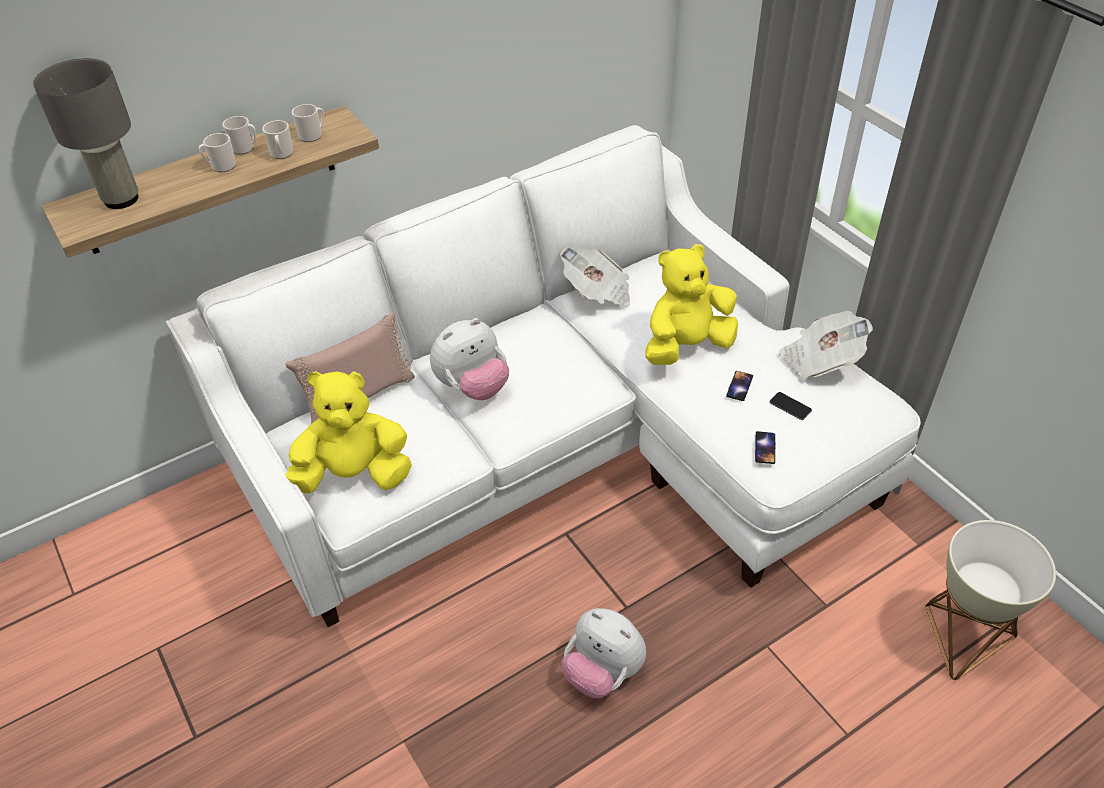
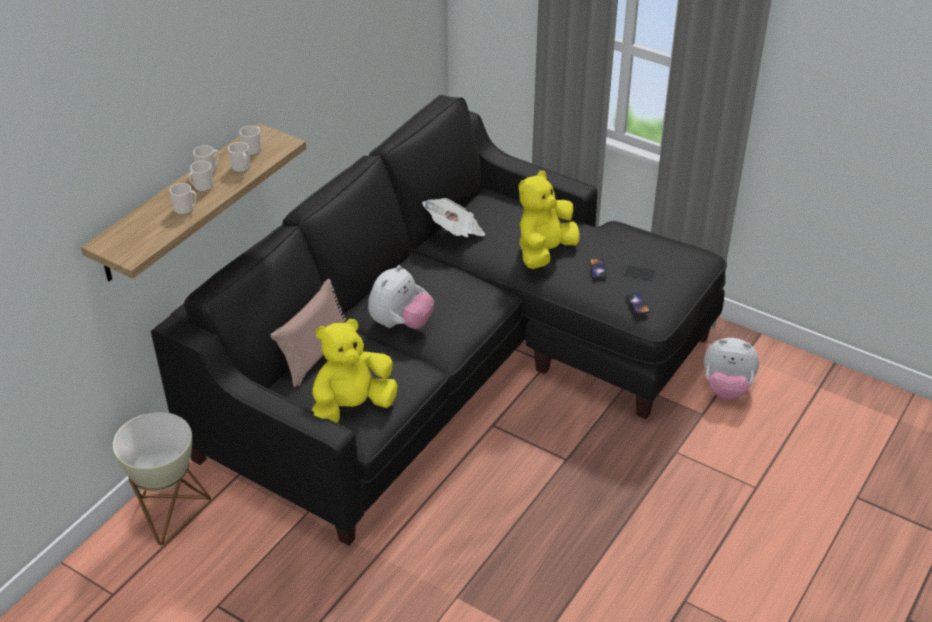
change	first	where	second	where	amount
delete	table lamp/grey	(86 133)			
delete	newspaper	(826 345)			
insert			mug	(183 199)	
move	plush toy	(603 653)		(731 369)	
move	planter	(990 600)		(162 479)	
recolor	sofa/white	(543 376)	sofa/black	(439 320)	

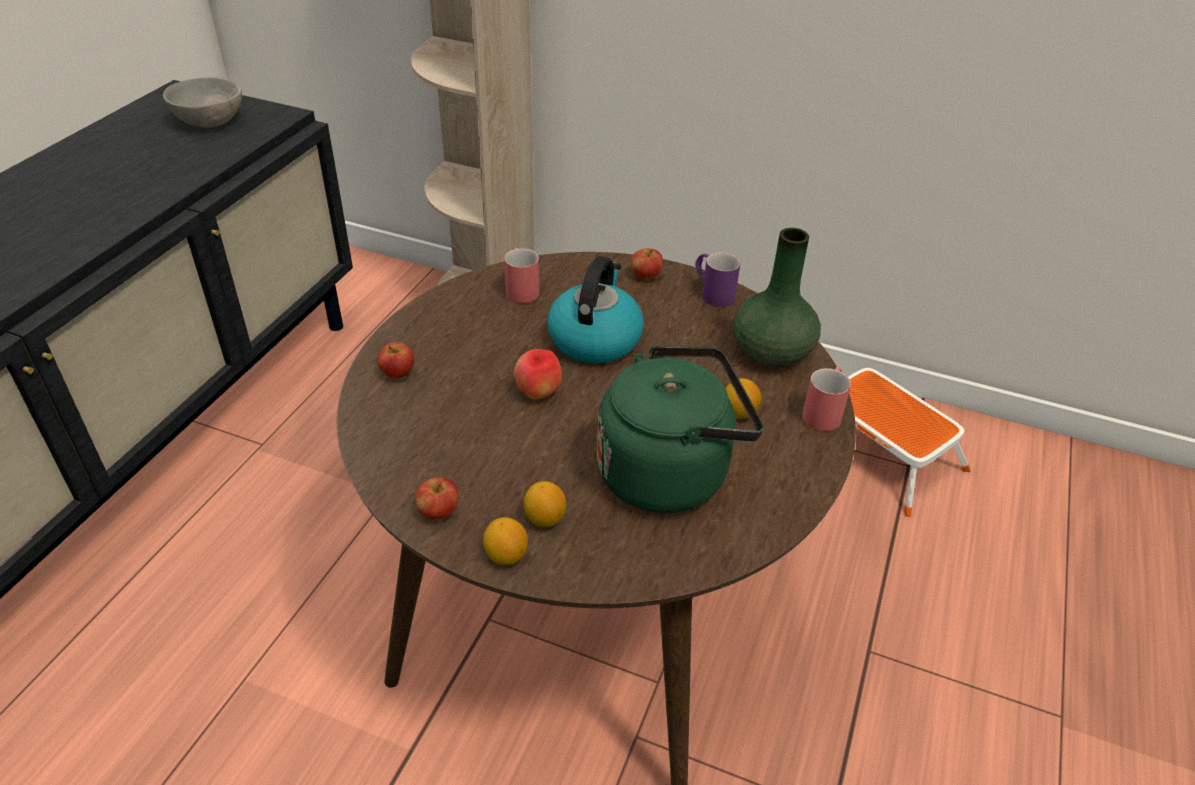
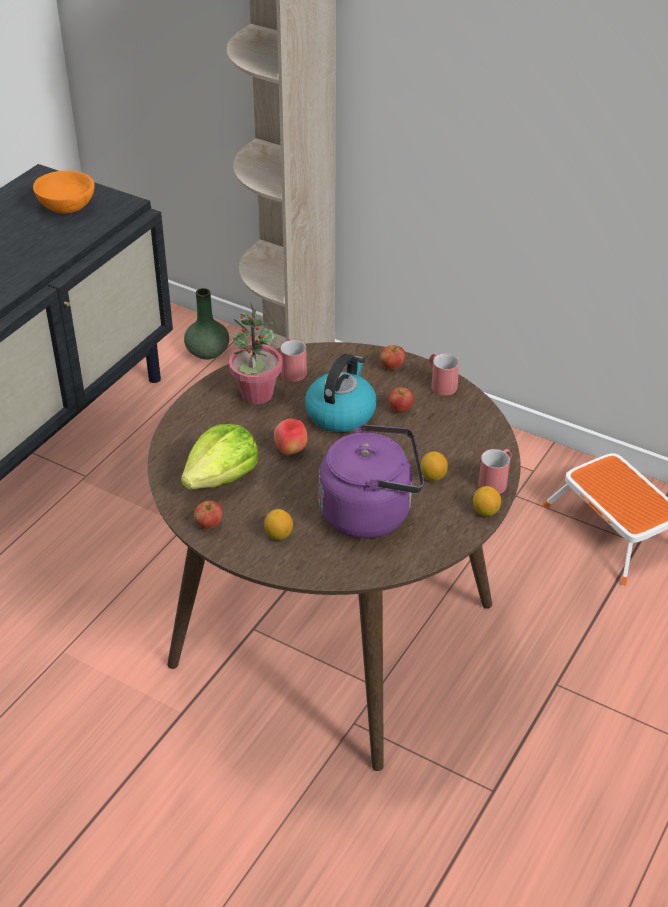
change	first	where	second	where	amount
insert			lettuce	(220 457)	
insert			potted plant	(256 353)	
move	apple	(395 360)		(401 400)	
move	lemon	(505 541)		(487 501)	
move	vase/green	(777 297)		(206 324)	
recolor	bowl/grey	(202 102)	bowl/orange	(64 192)	
recolor	kettle/green	(680 429)	kettle/purple	(371 481)	
recolor	mug/purple	(717 279)	mug/red	(444 374)	

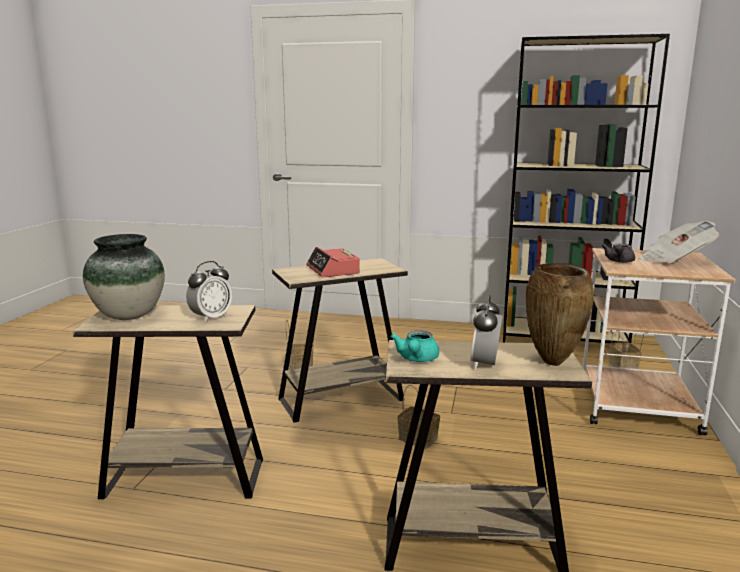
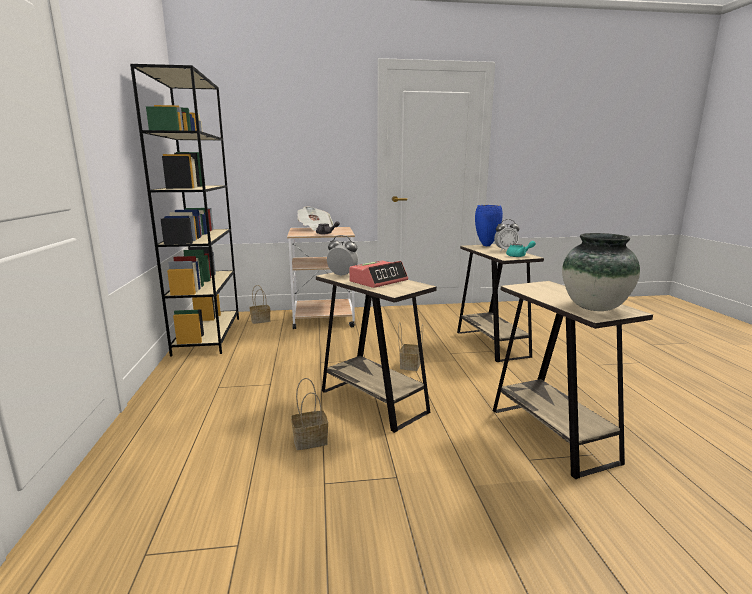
change	first	where	second	where	amount
move	alarm clock	(209 292)		(342 255)	
recolor	vase/brown	(560 314)	vase/blue	(489 225)	

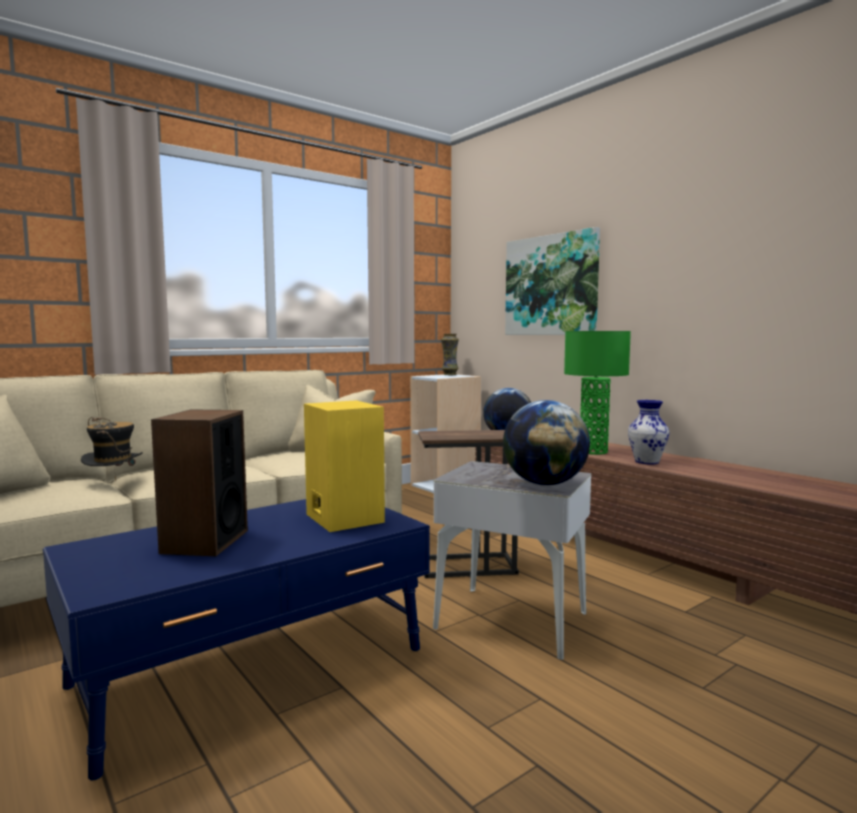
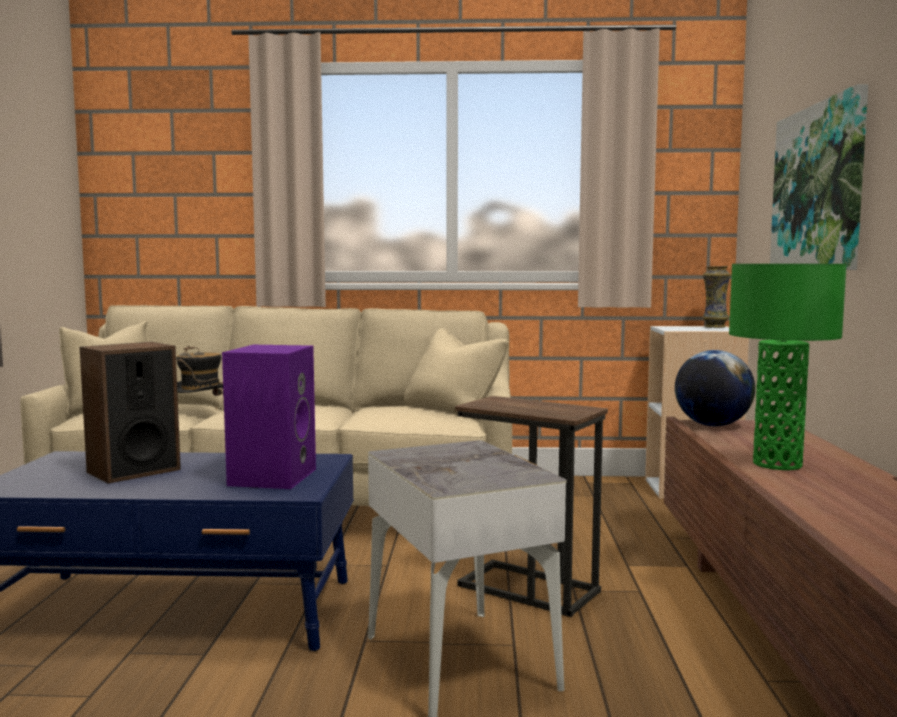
change	first	where	second	where	amount
delete	globe	(546 443)			
delete	vase	(648 432)			
recolor	speaker/yellow	(344 466)	speaker/purple	(269 417)	

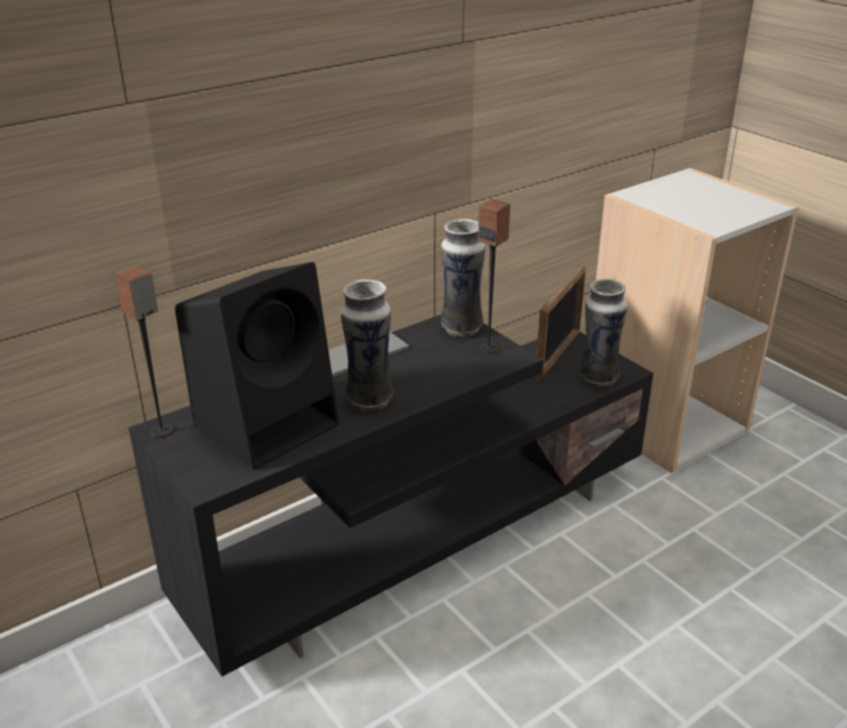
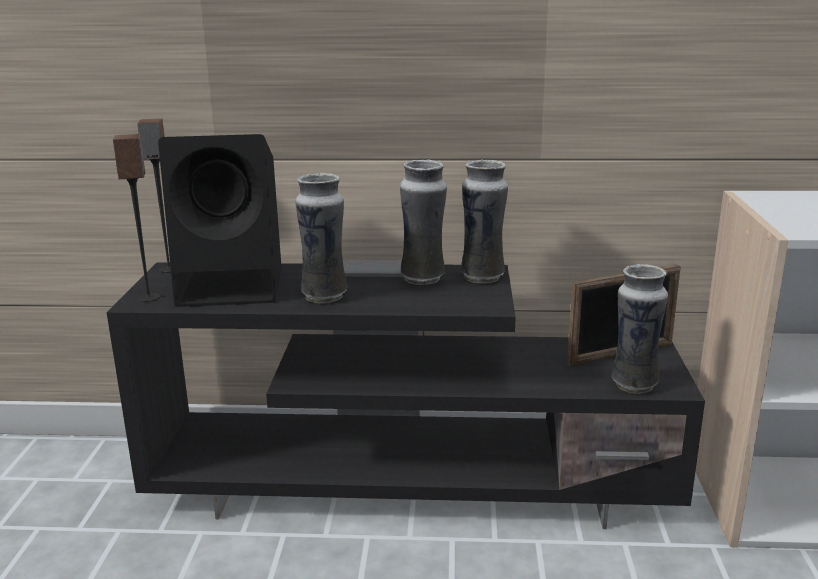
change	first	where	second	where	amount
insert			vase	(423 222)	
move	speaker	(494 276)		(136 218)	

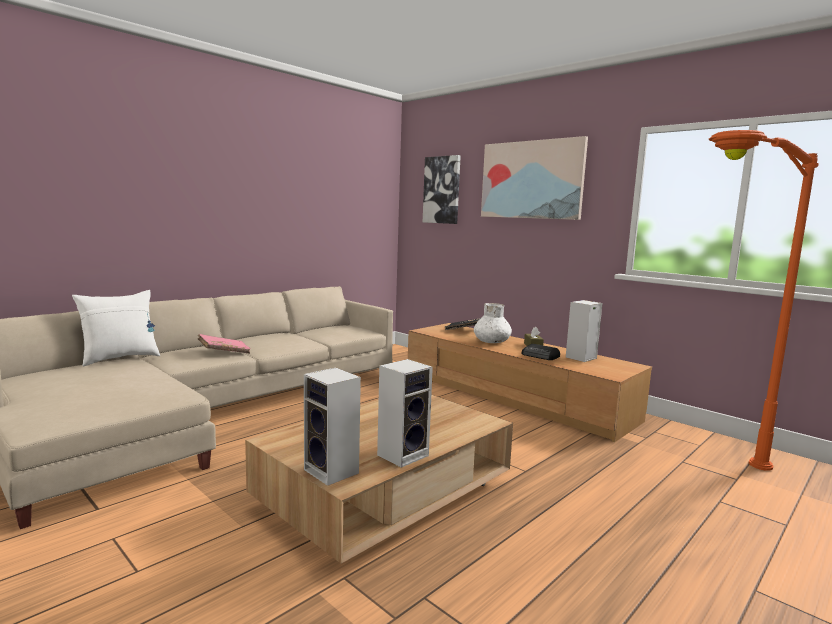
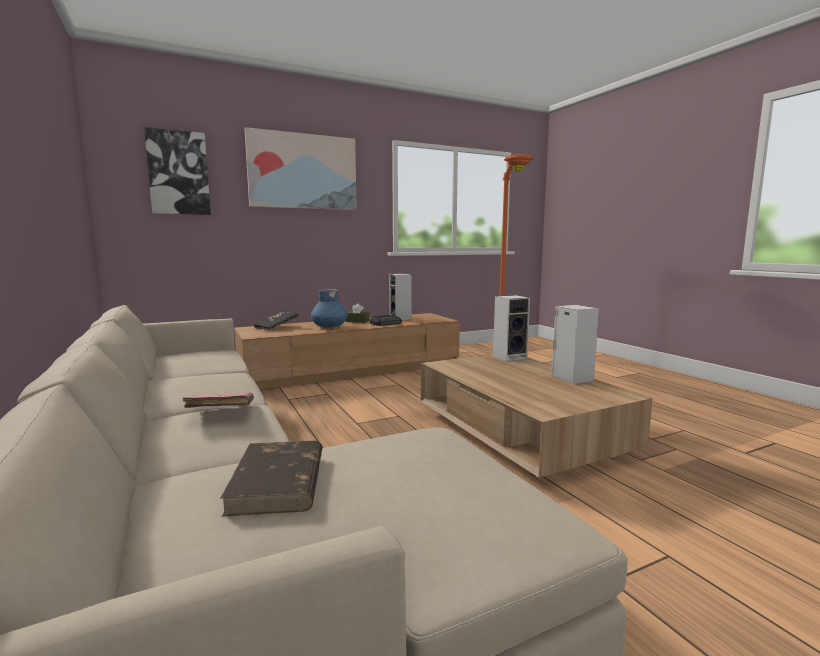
change	first	where	second	where	amount
delete	pillow/white	(116 328)			
insert			book/brown	(271 479)	
move	speaker	(332 426)		(511 328)	
recolor	vase/white	(493 323)	vase/blue	(329 308)	

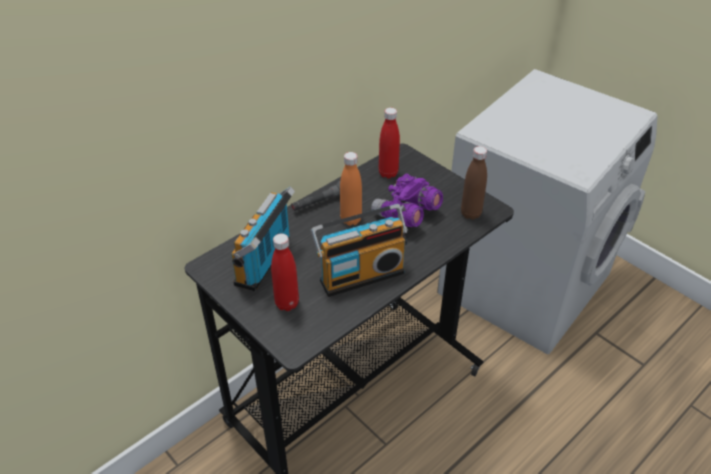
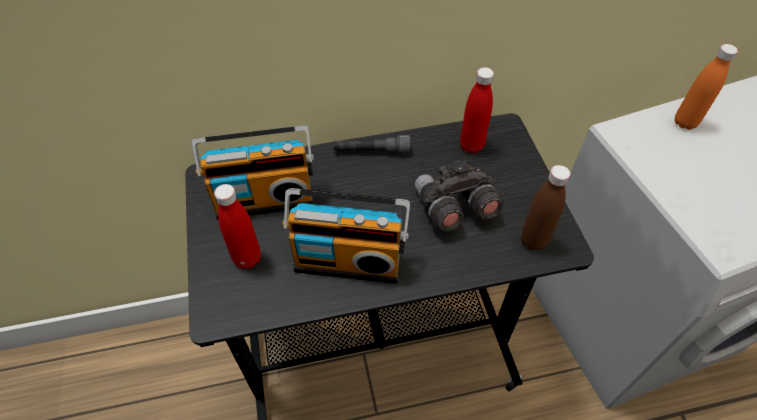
change	first	where	second	where	amount
move	bottle/orange	(351 189)		(706 87)	
recolor	binoculars/purple	(407 200)	binoculars/grey	(459 195)	
rotate	radio	(263 238)		(253 172)	150 degrees counterclockwise

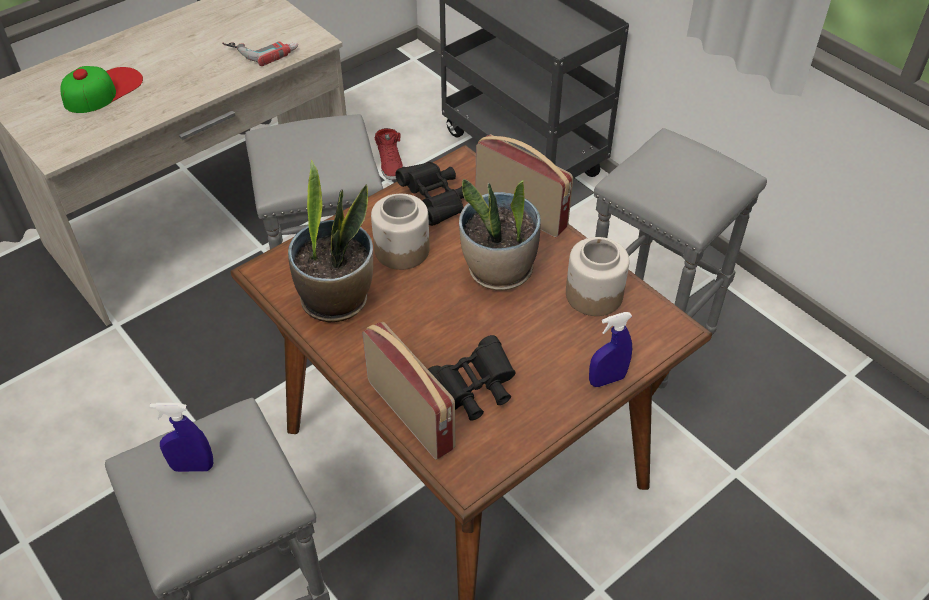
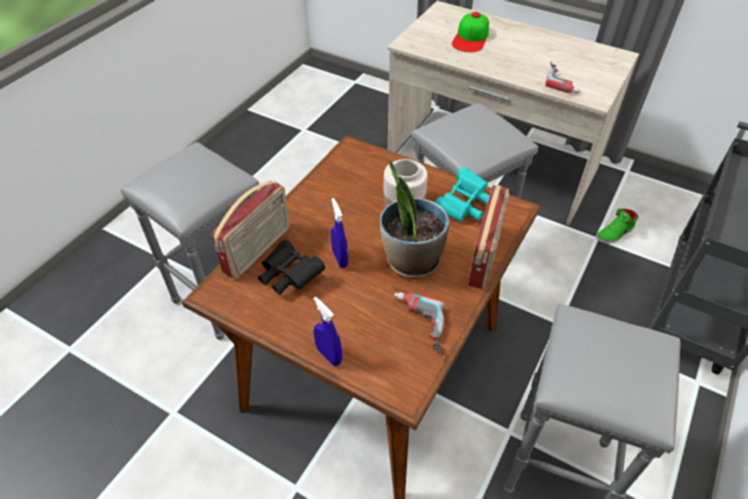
change	first	where	second	where	amount
delete	potted plant	(330 241)			
move	spray bottle/blue	(182 437)		(339 233)	
replace	jar	(597 276)	power drill	(419 324)	
recolor	shoe/red	(388 154)	shoe/green	(617 225)	
recolor	binoculars/black	(429 194)	binoculars/turquoise	(462 194)	
rotate	cap	(101 89)		(470 32)	90 degrees clockwise

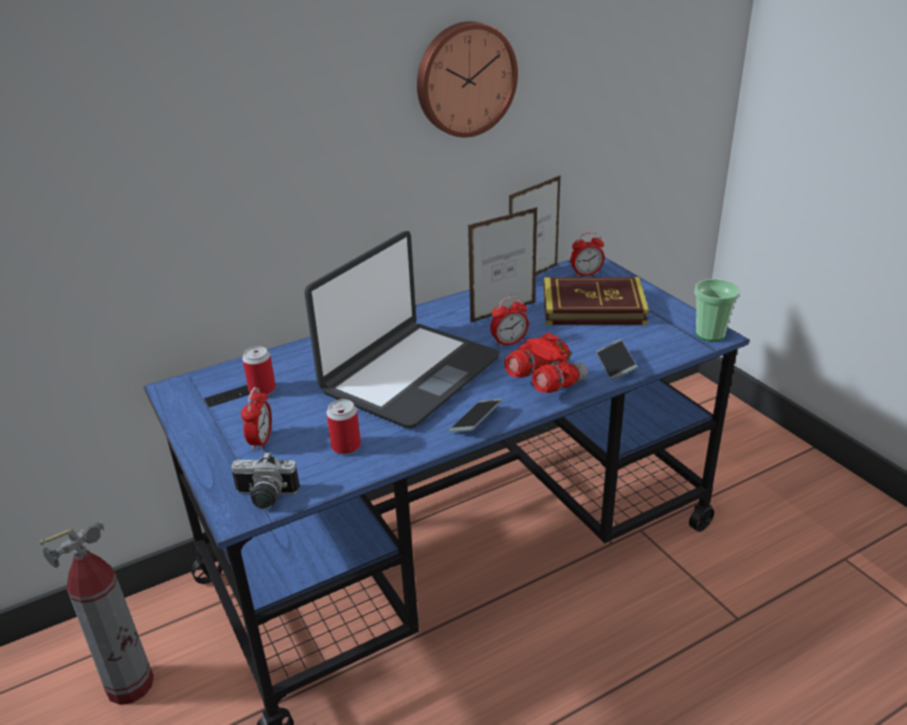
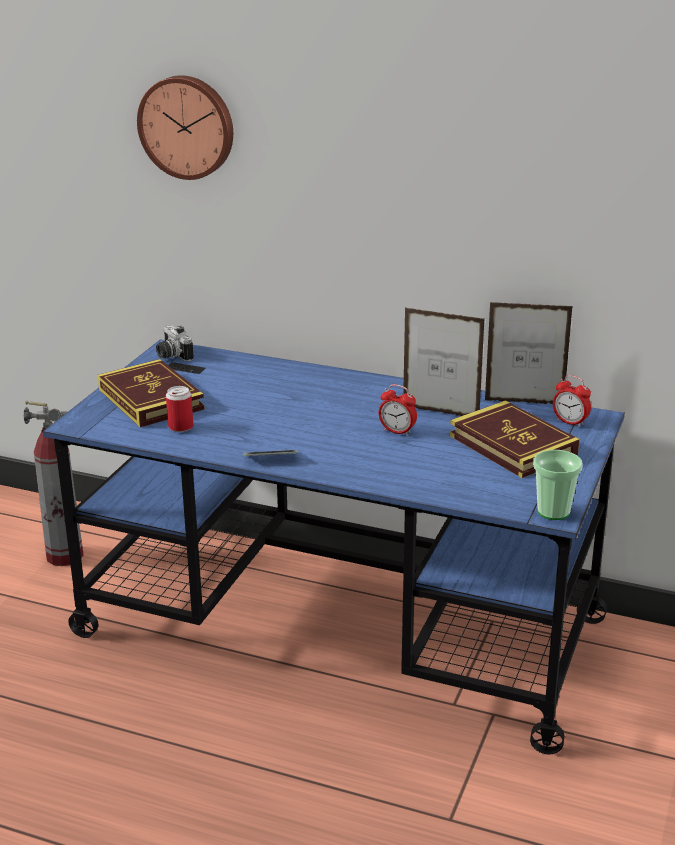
change	first	where	second	where	amount
delete	can	(259 370)			
delete	laptop	(402 329)			
delete	binoculars/red	(546 363)			
delete	phone	(617 359)			
move	photo camera	(265 480)		(175 343)	
move	wall clock	(467 79)		(185 127)	
replace	alarm clock	(256 419)	book	(151 393)	

